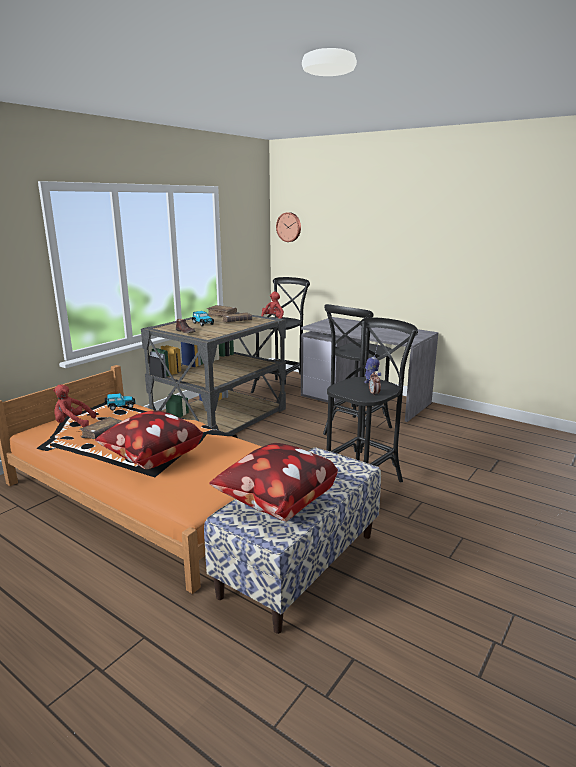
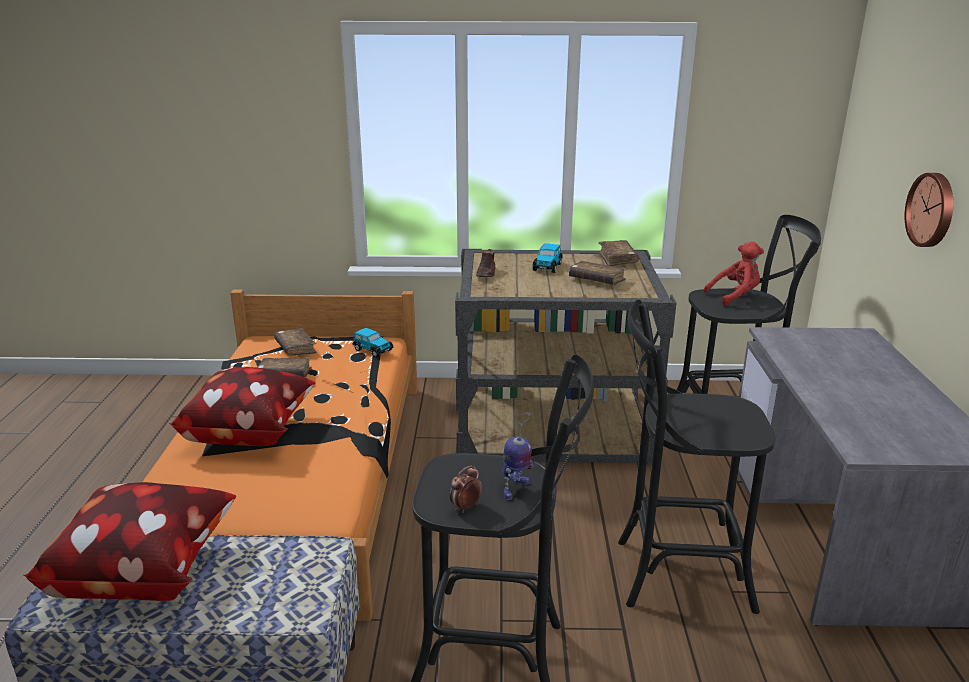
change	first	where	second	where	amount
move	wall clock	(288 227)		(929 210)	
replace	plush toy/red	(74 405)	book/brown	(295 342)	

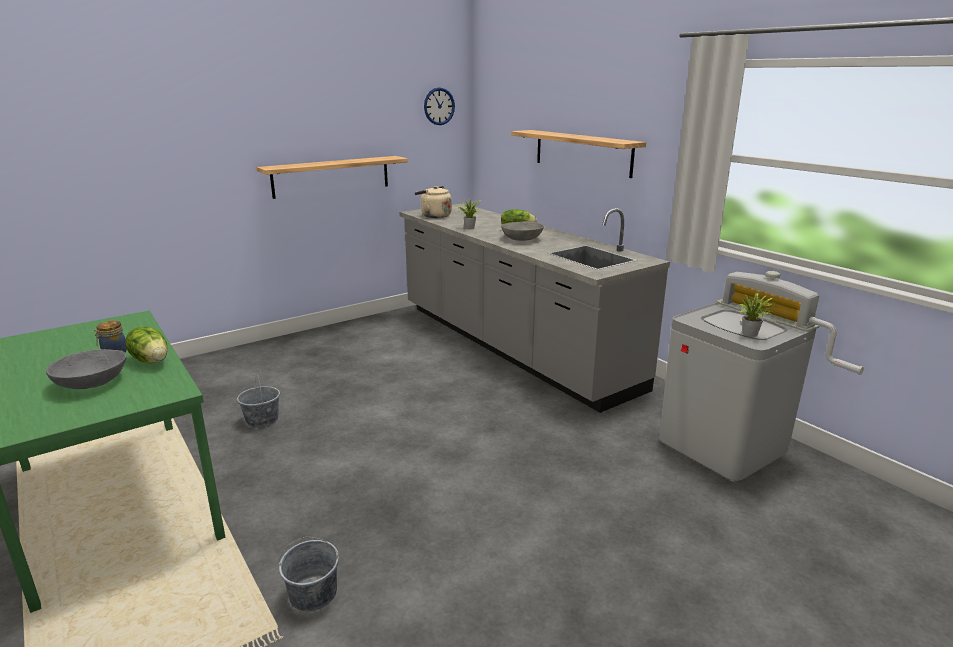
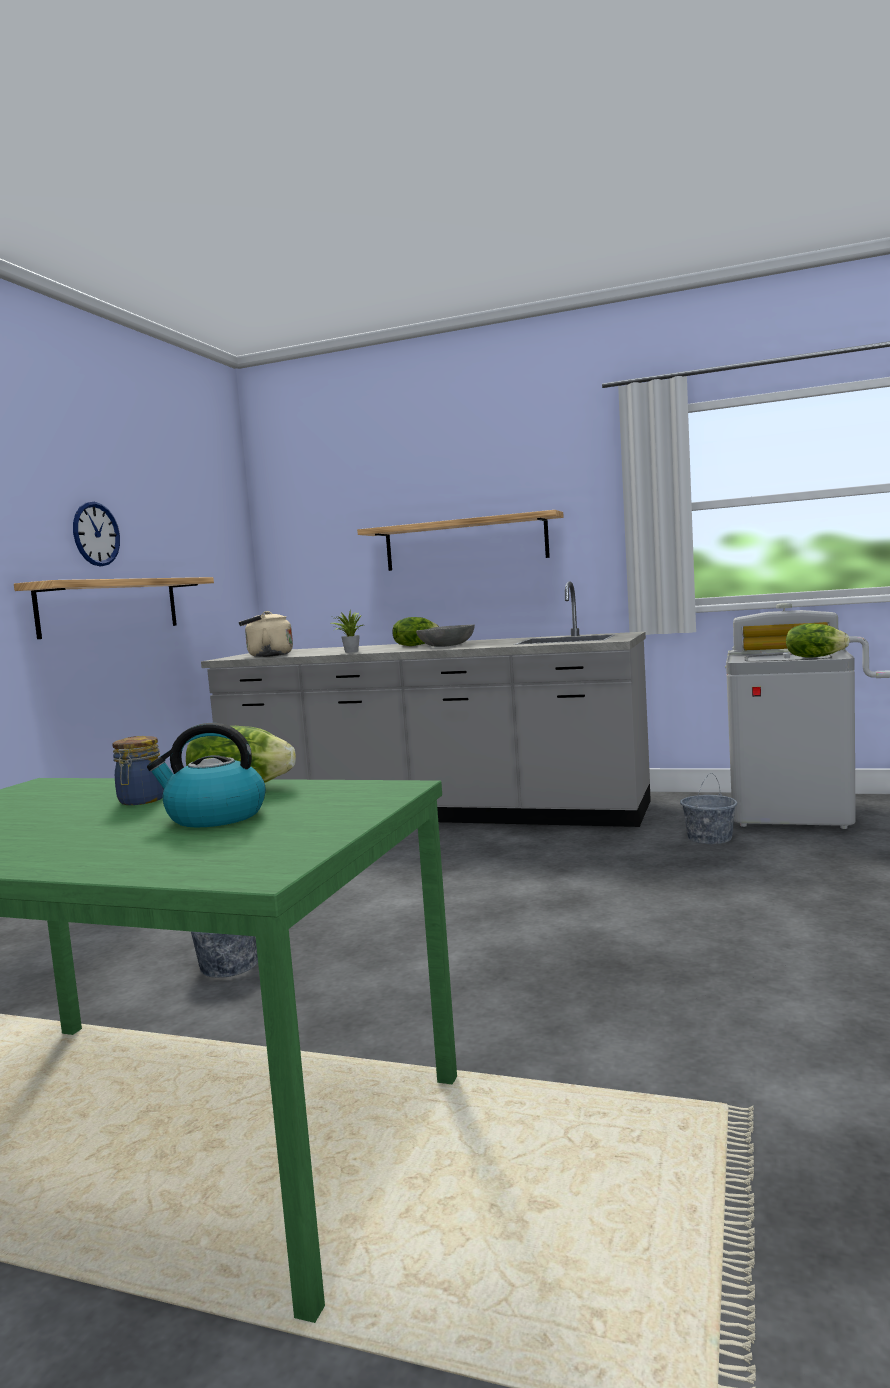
change	first	where	second	where	amount
move	bucket/grey	(309 574)		(708 808)	
move	wall clock	(439 106)		(96 534)	
replace	bowl/grey	(86 369)	kettle	(206 775)	
replace	potted plant	(756 314)	lettuce	(818 640)	

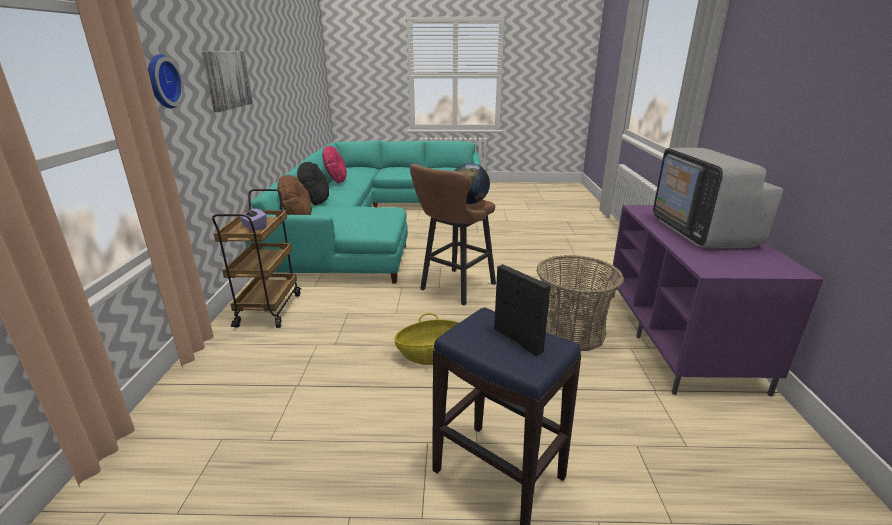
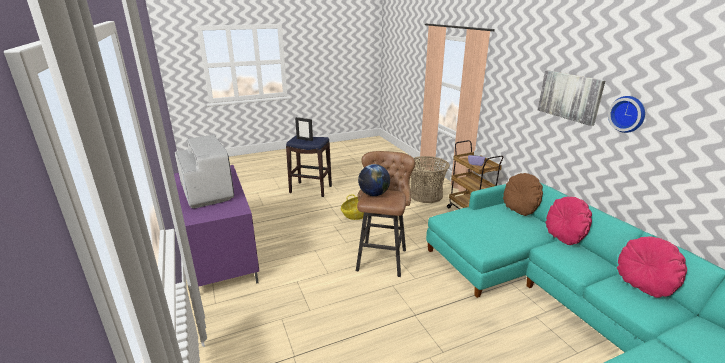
change	first	where	second	where	amount
move	wall clock	(166 81)		(626 114)	
move	basket	(580 303)		(430 179)	
recolor	pillow/black	(313 183)	pillow/pink	(568 221)	

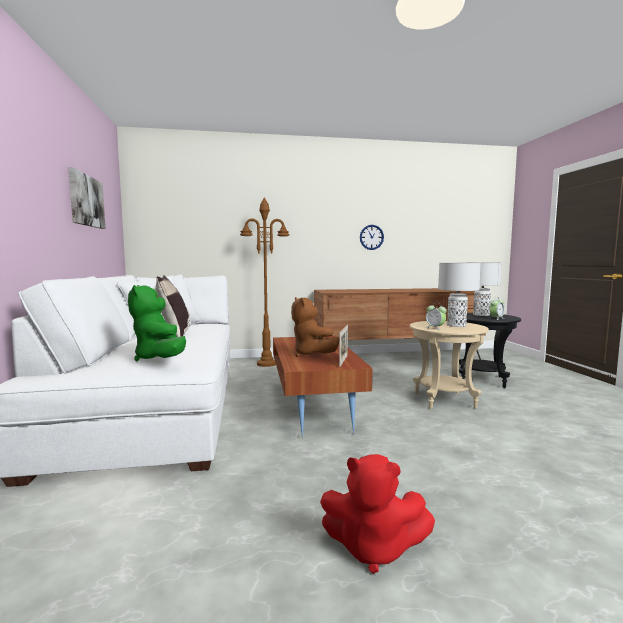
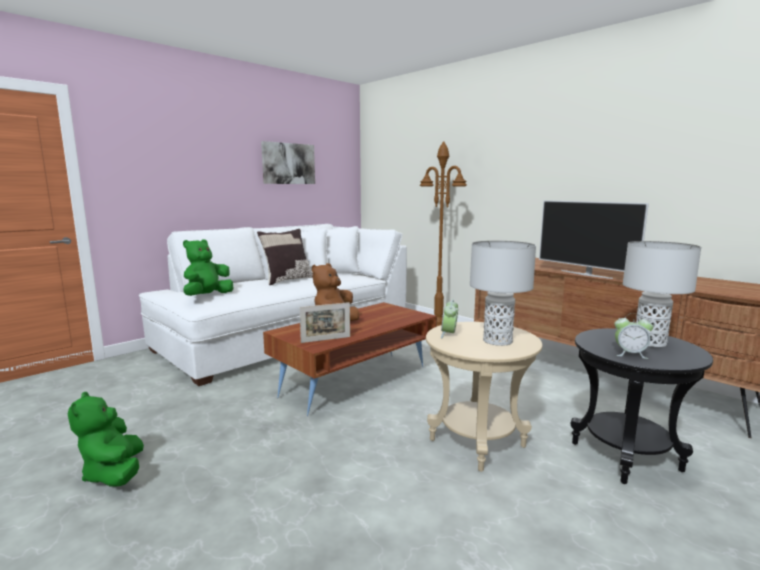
change	first	where	second	where	amount
delete	wall clock	(372 237)			
insert			television	(594 239)	
recolor	plush toy/red	(377 514)	plush toy/green	(106 439)	

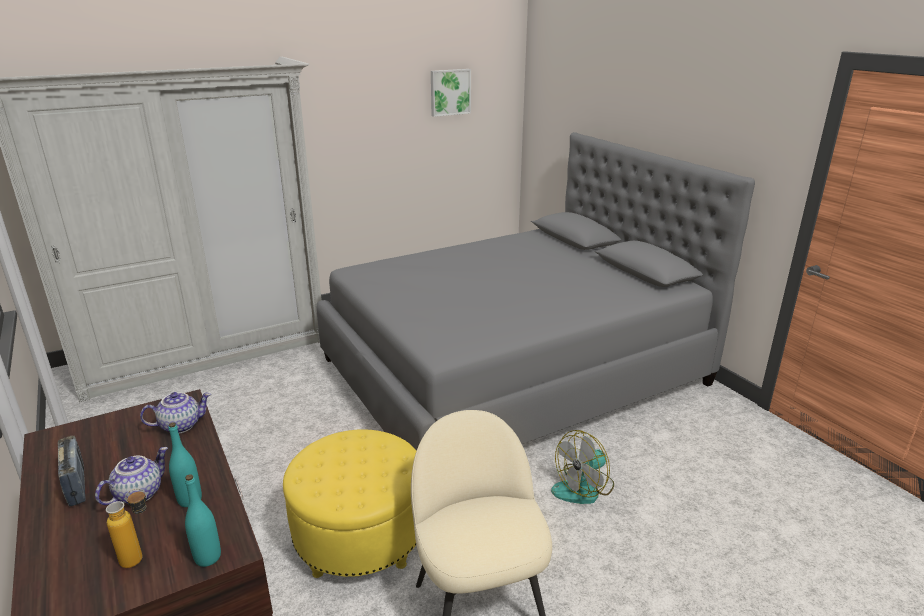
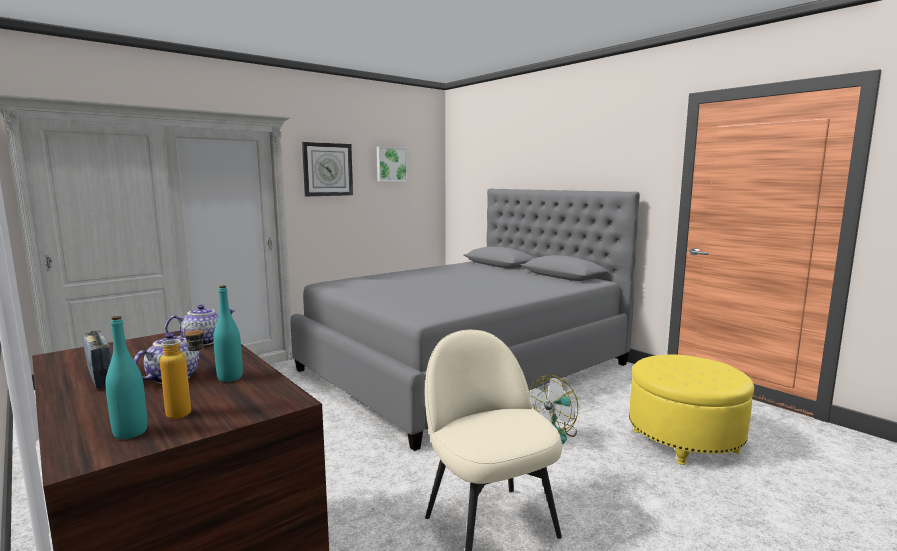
change	first	where	second	where	amount
insert			wall clock	(327 169)	
move	bottle/turquoise	(203 520)		(126 377)	
move	ottoman/yellow	(349 504)		(691 410)	

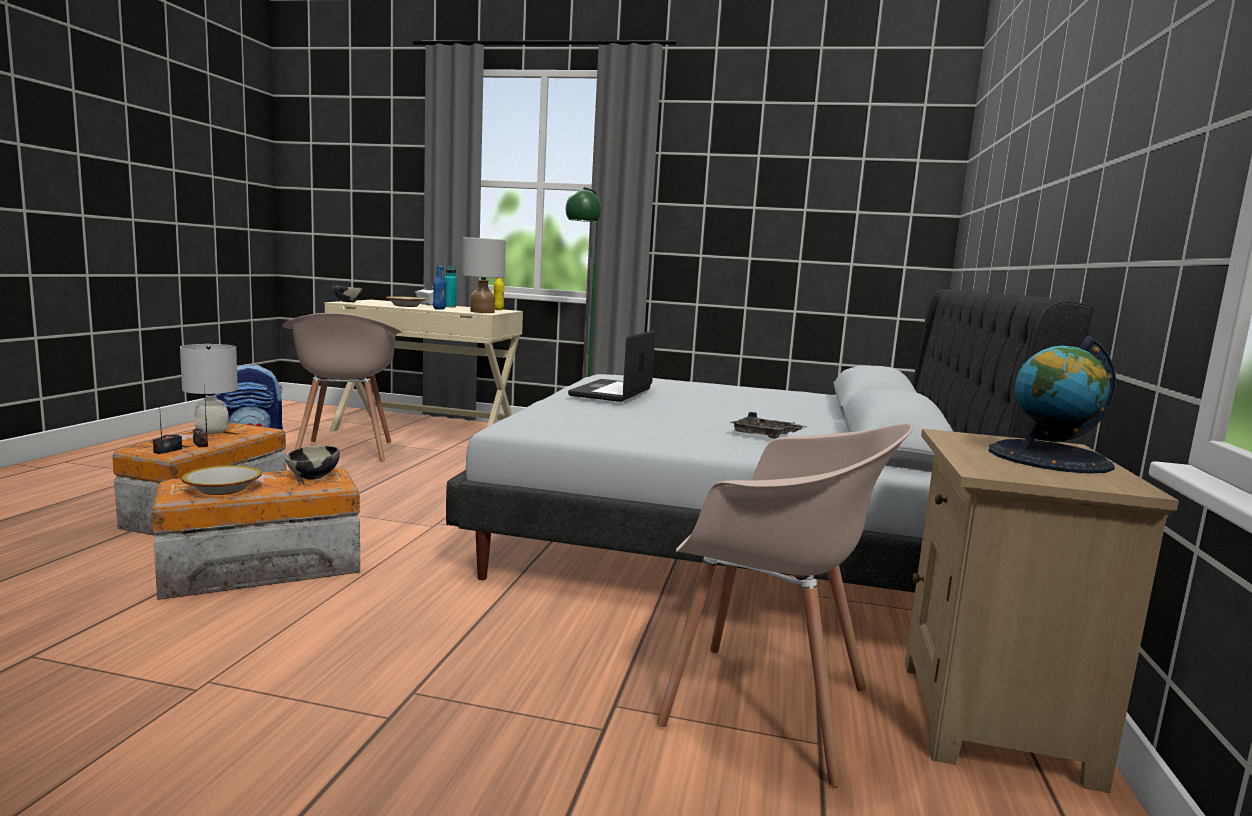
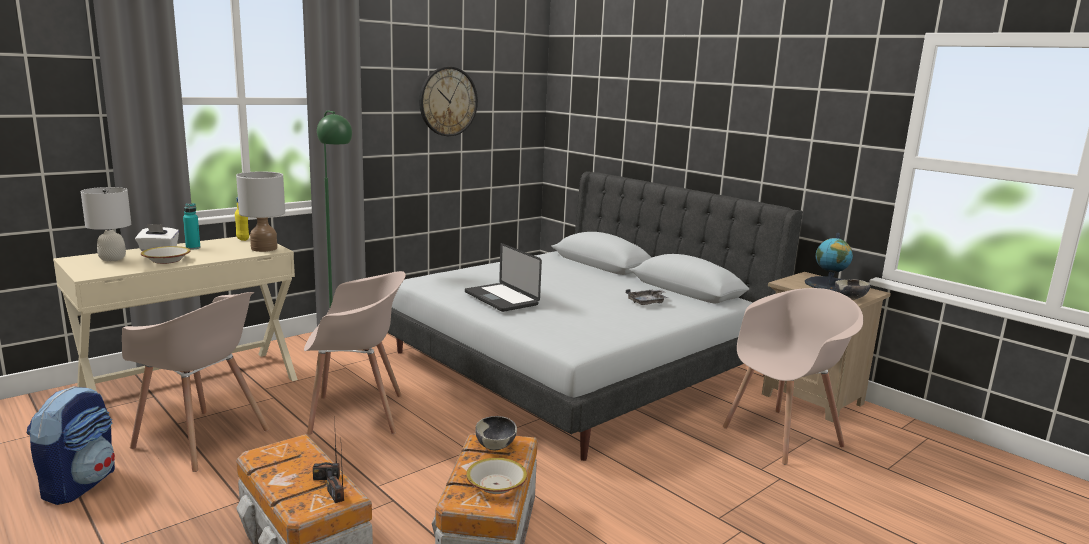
change	first	where	second	where	amount
delete	bottle/blue	(440 288)			
insert			chair/beige	(355 353)	
insert			wall clock	(448 101)	
move	table lamp/grey	(209 389)		(106 224)	
move	bowl	(347 293)		(852 289)	

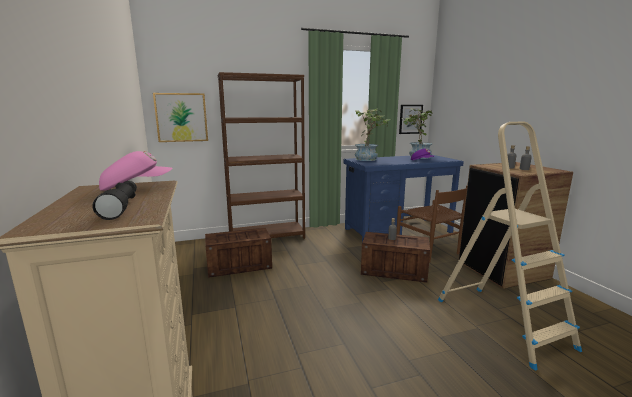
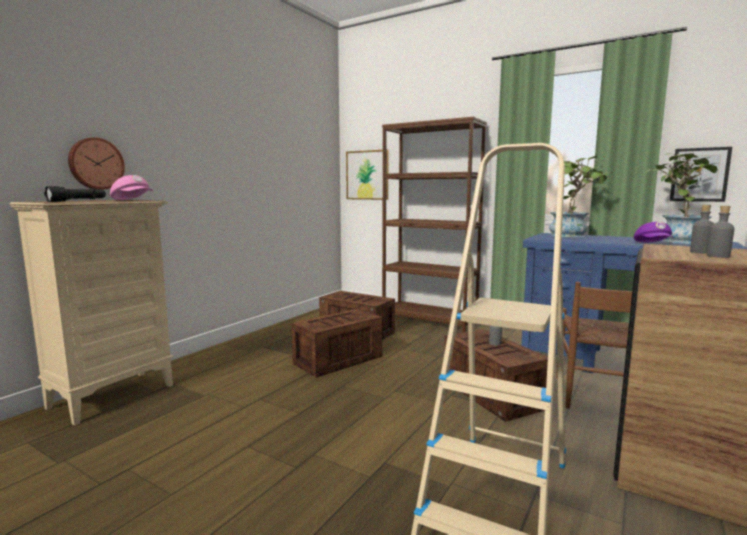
change	first	where	second	where	amount
insert			wall clock	(96 163)	
insert			crate	(336 343)	

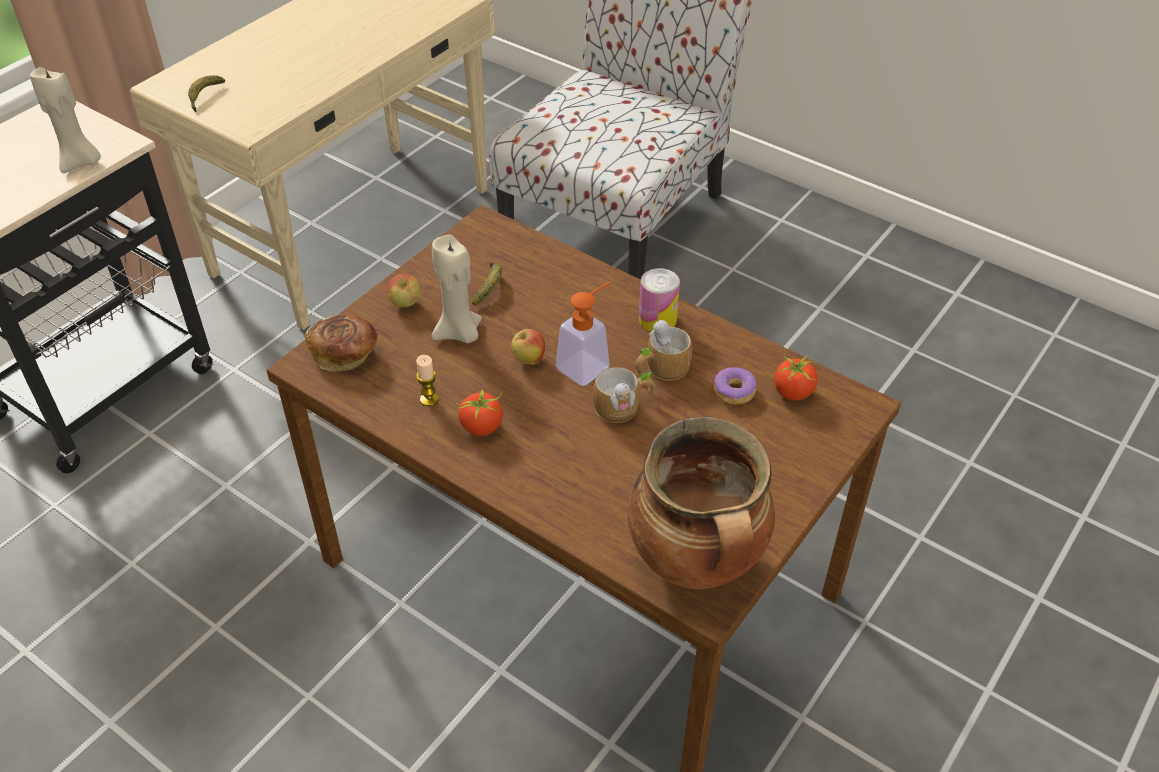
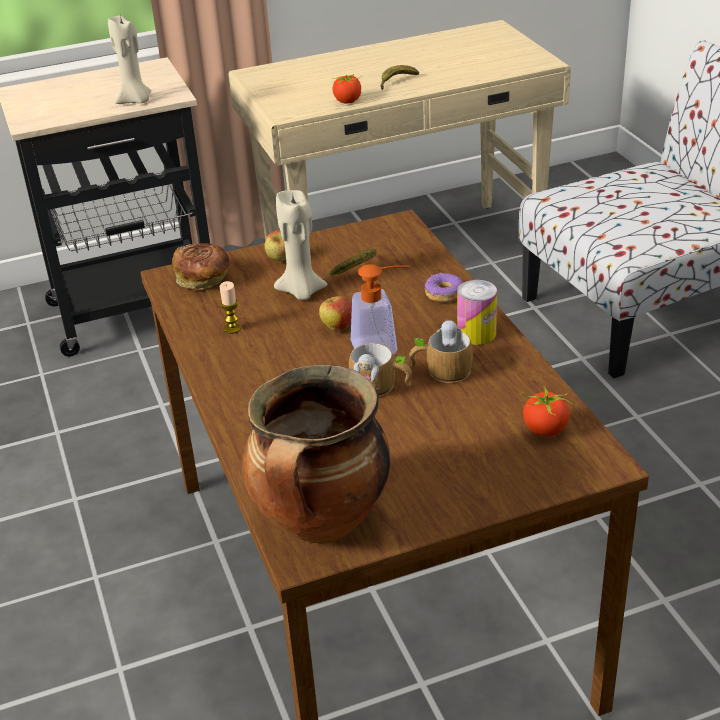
change	first	where	second	where	amount
move	banana	(206 93)		(399 77)	
move	tomato	(479 411)		(347 89)	
move	donut	(735 386)		(444 288)	

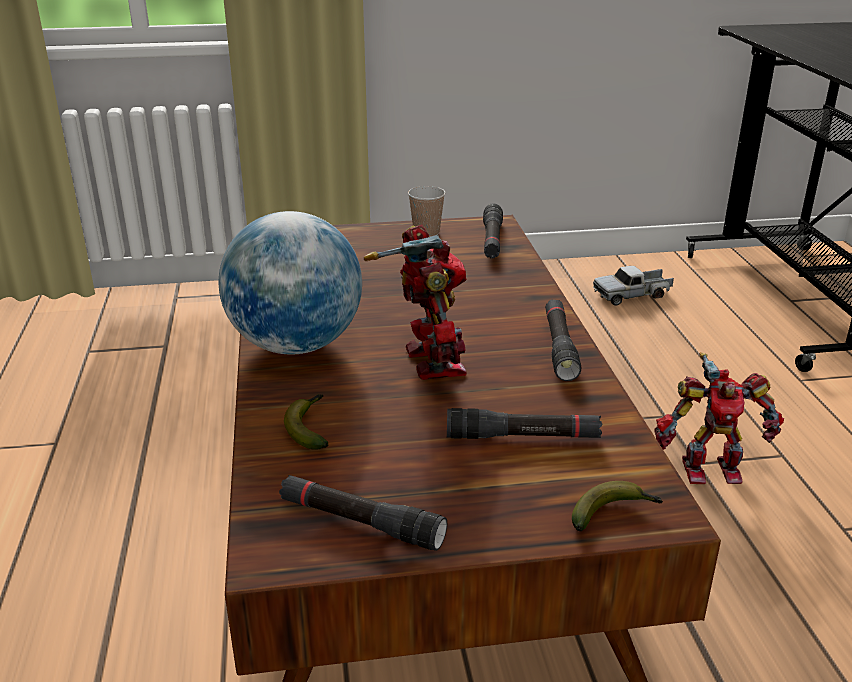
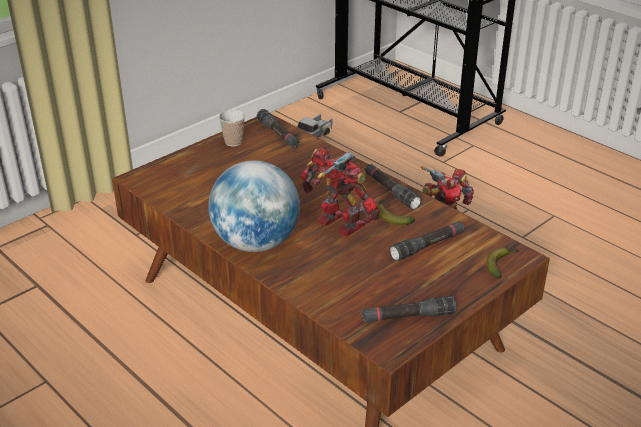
change	first	where	second	where	amount
move	banana	(306 422)		(396 212)	

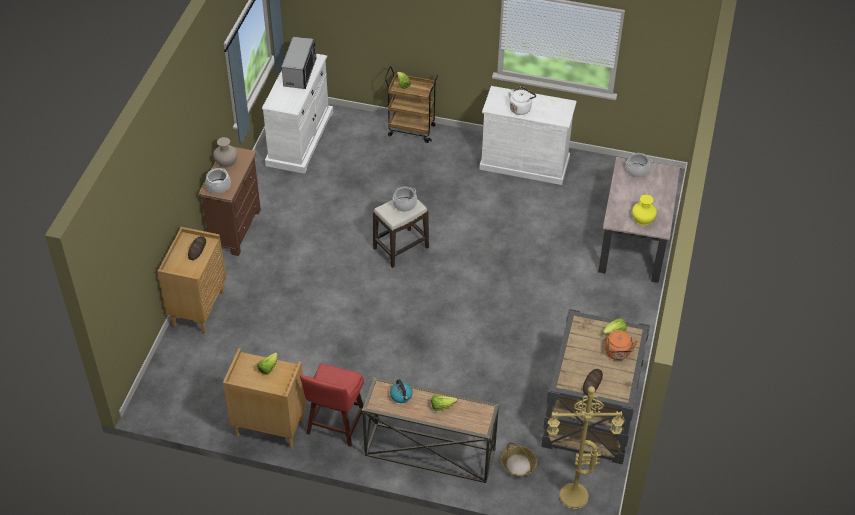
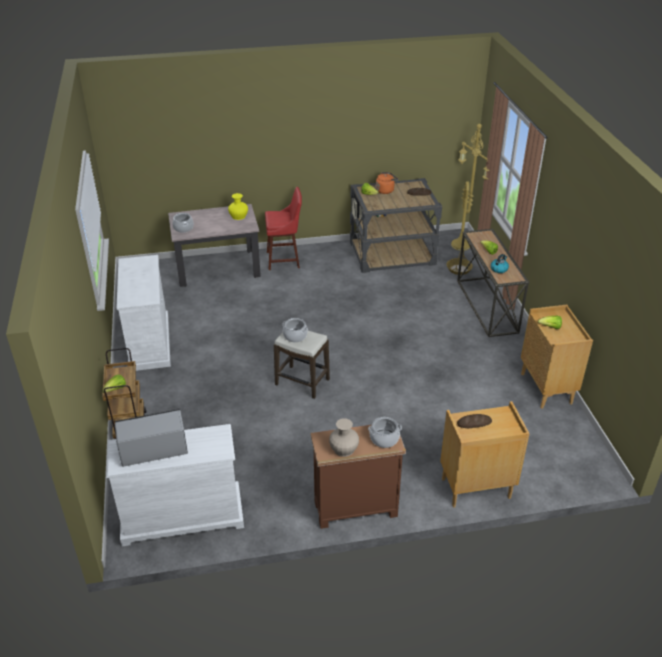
change	first	where	second	where	amount
delete	kettle/white	(522 100)			
move	chair/red	(332 405)		(283 228)	

